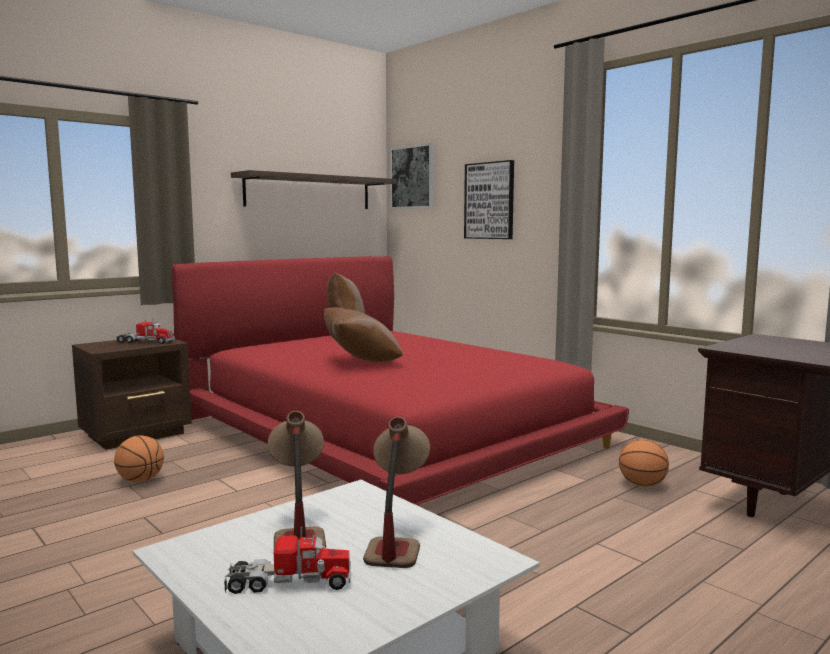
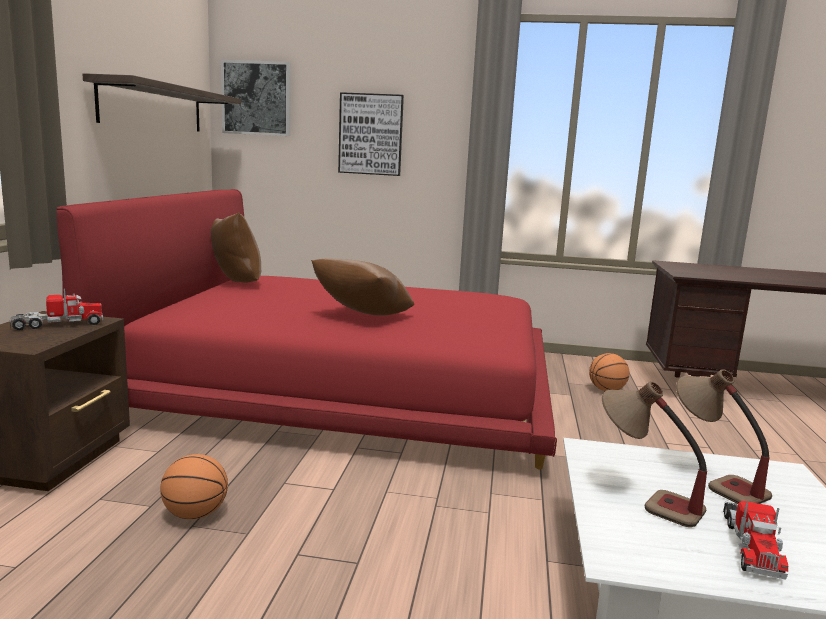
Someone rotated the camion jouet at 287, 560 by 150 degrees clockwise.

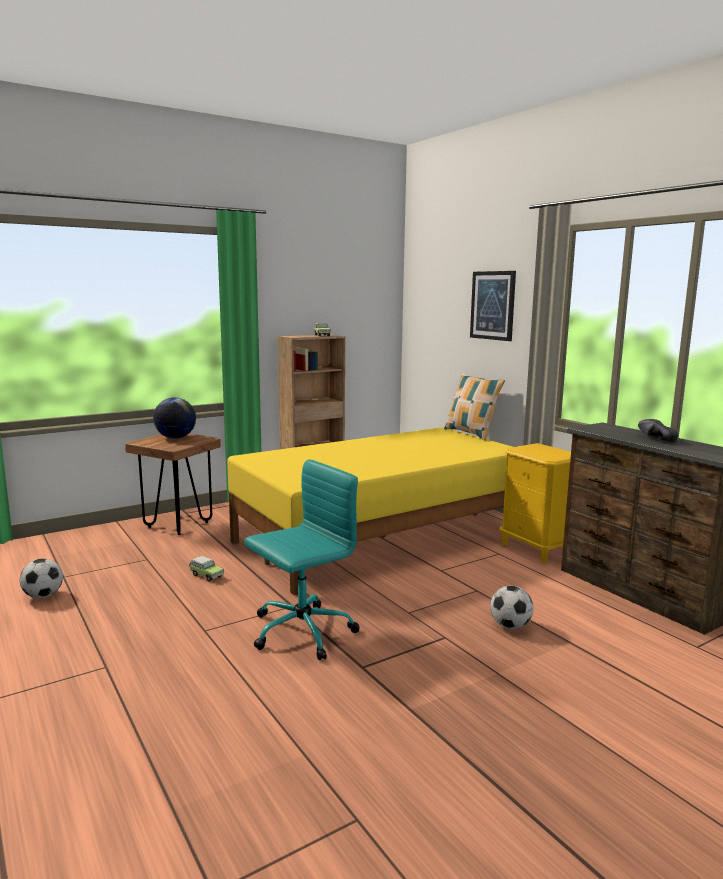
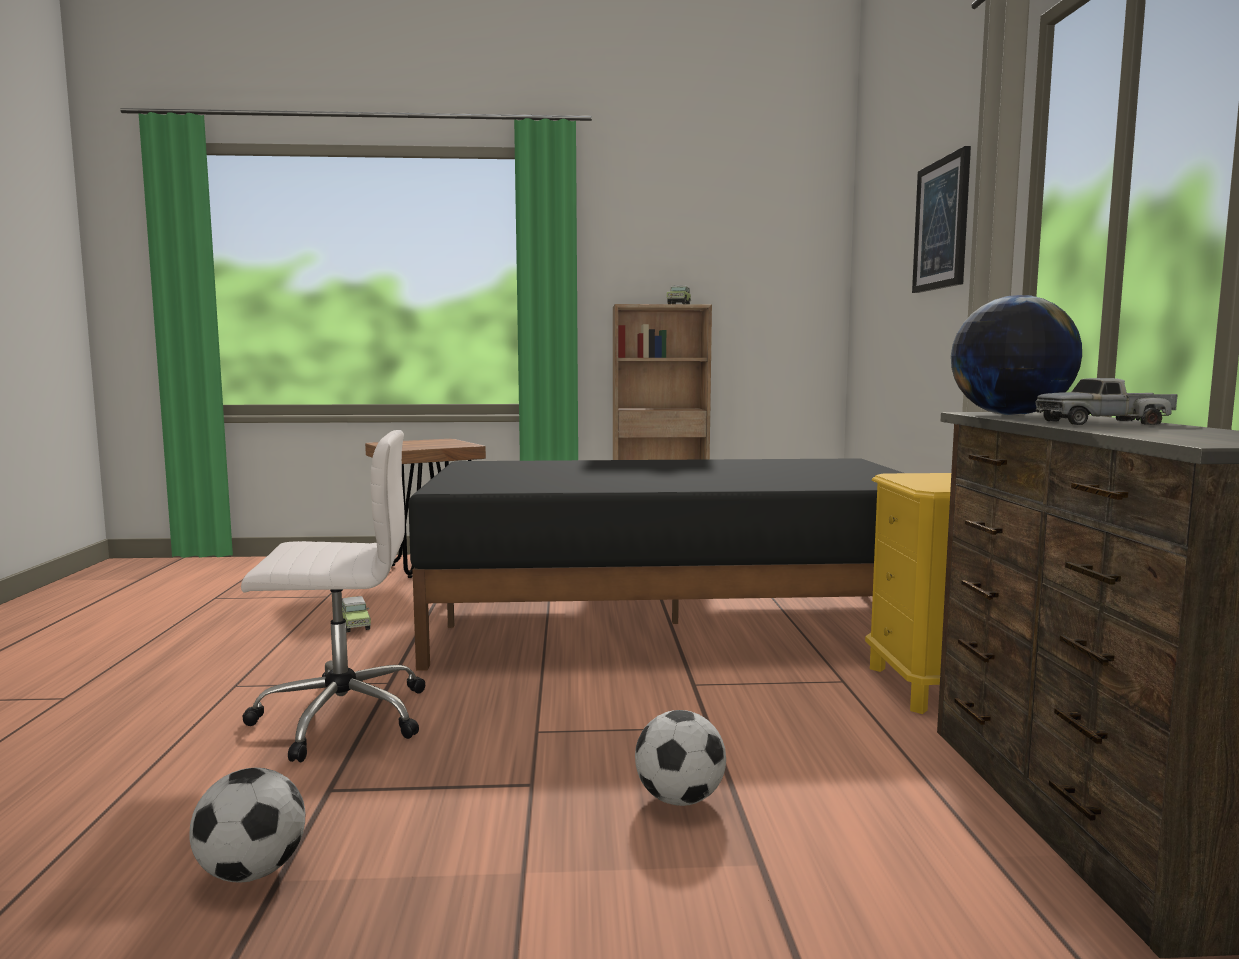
Someone took away the coussin at 474, 406. Someone carried the ballon de foot from 41, 578 to 247, 825. Someone carried the globe from 174, 418 to 1016, 355. Someone swapped the chaussure (noir) at 658, 430 for the camion jouet at 1106, 401. Someone repainted the lit (jaune) at 369, 511, which became the lit (noir) at 655, 564. Someone repainted the chaise de bureau (turquoise) at 301, 559, which became the chaise de bureau (blanc) at 333, 596.

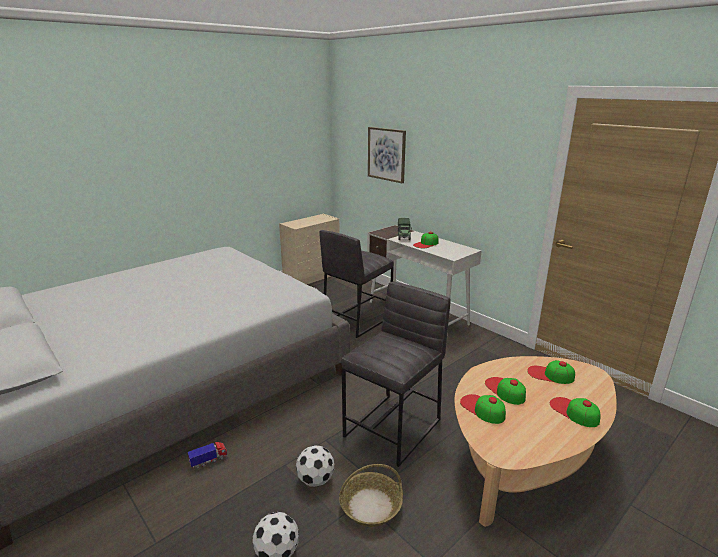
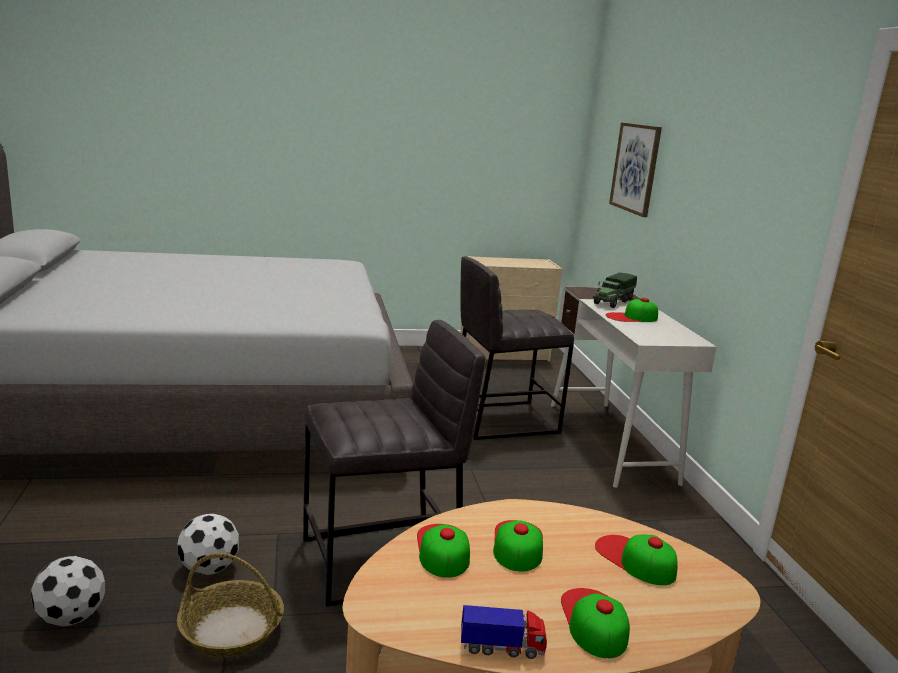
Someone carried the camion jouet from 207, 455 to 504, 632.

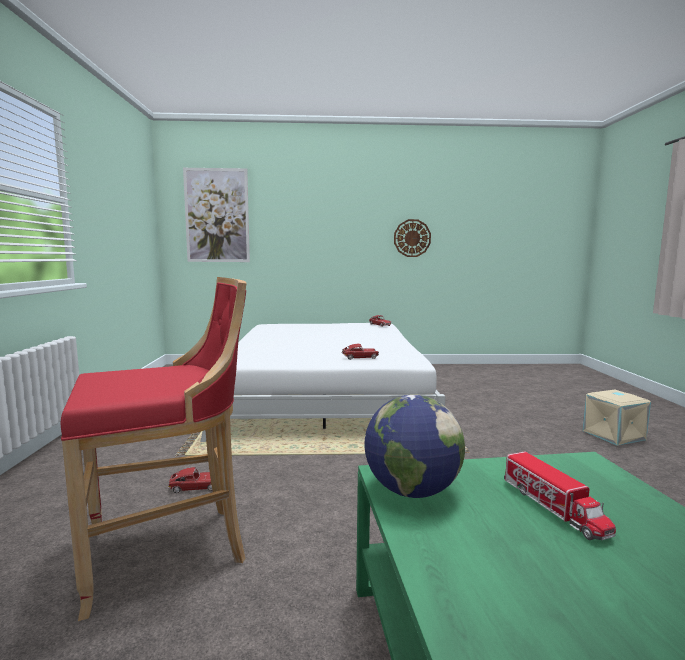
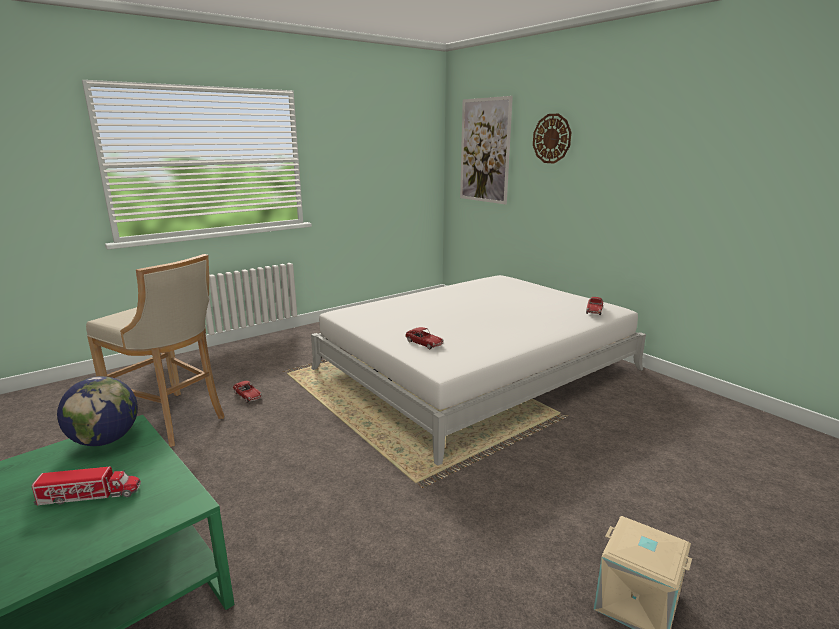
Someone carried the horloge murale from 412, 238 to 552, 138. Someone repainted the tabouret (rouge) at 154, 449, which became the tabouret (beige) at 155, 350. Someone rotated the camion jouet at 560, 496 by 135 degrees counterclockwise.

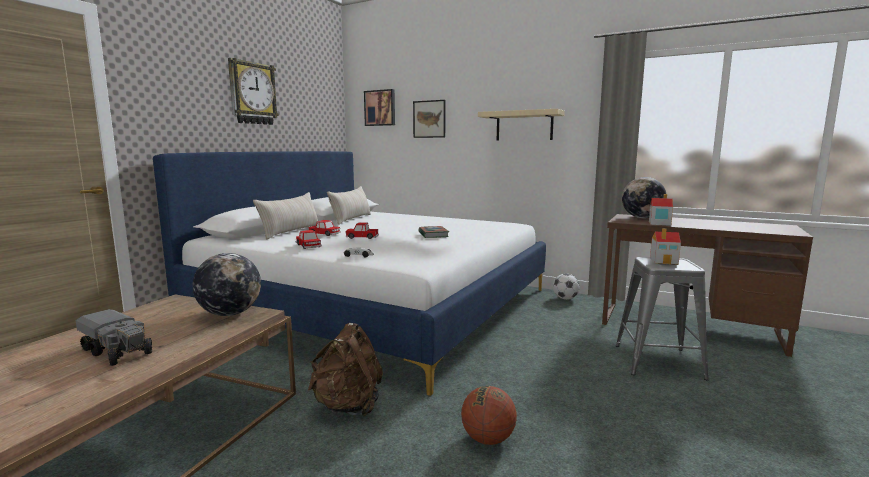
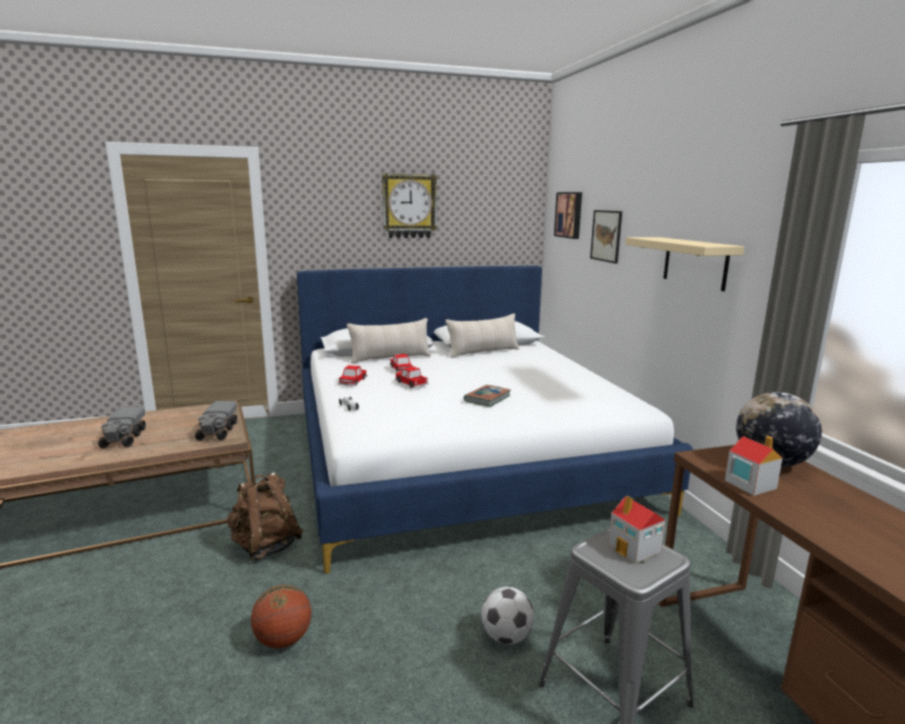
Someone carried the ballon de foot from 566, 286 to 507, 615. Someone swapped the globe at 227, 284 for the camion jouet at 216, 421.

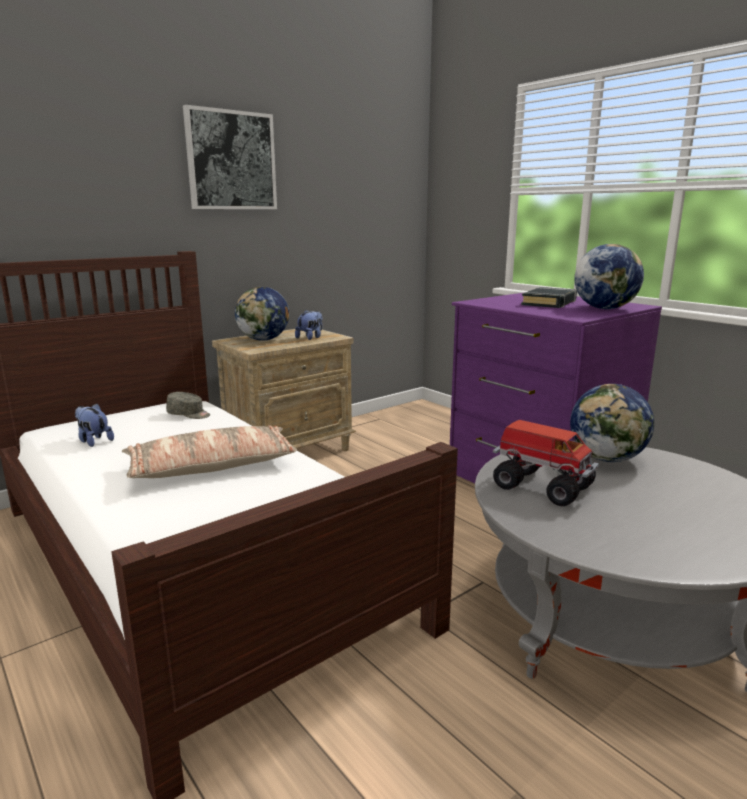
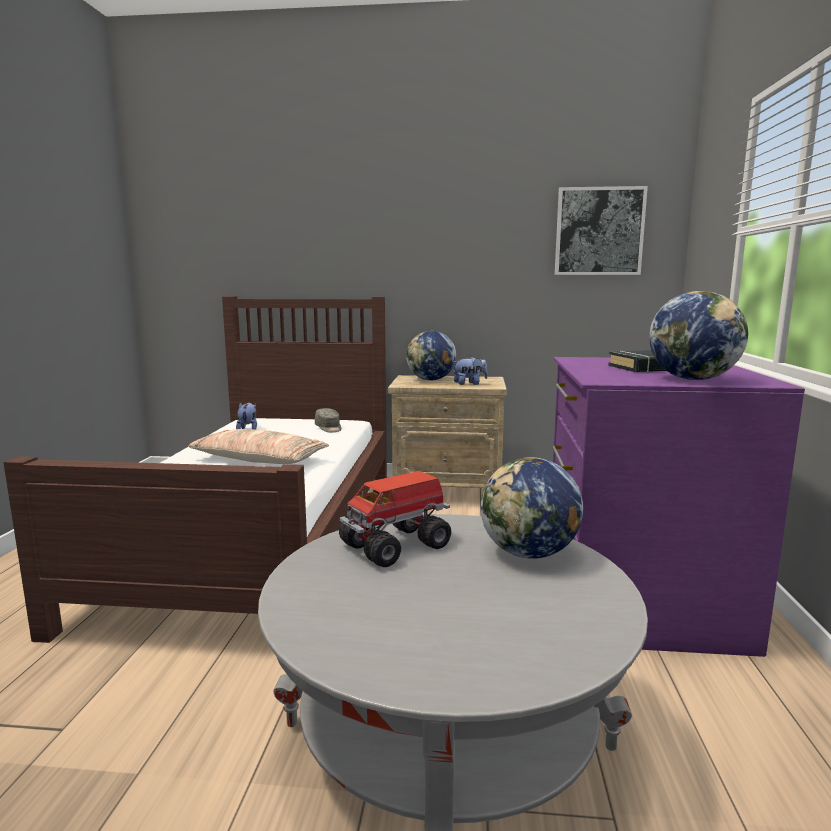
Someone carried the tableau from 230, 157 to 601, 230. Someone rotated the camion jouet at 546, 463 by 60 degrees clockwise.

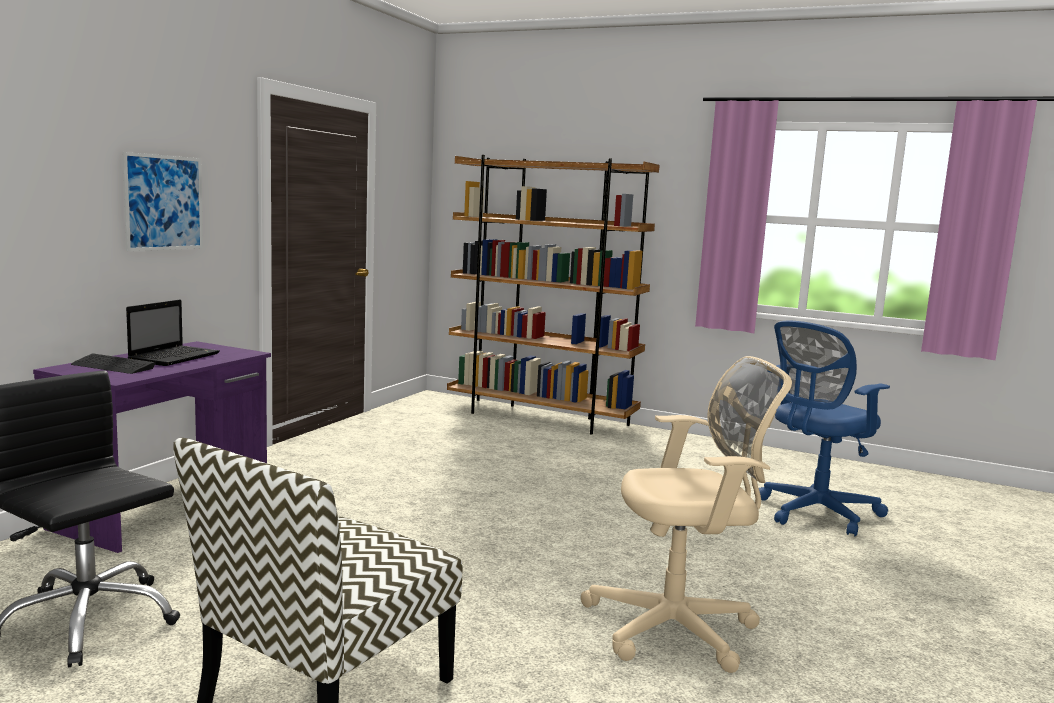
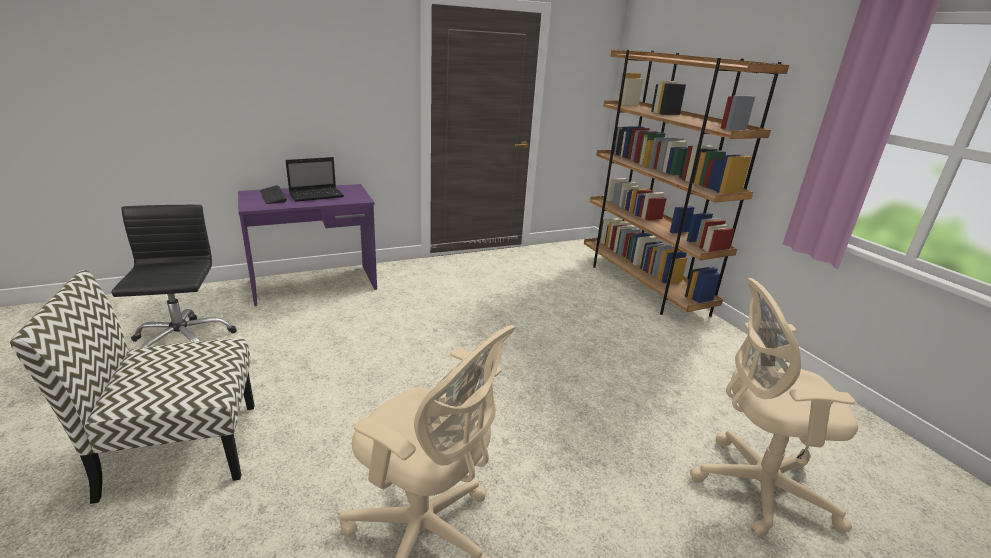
Someone took away the tableau at 162, 201. Someone repainted the chaise de bureau (bleu) at 824, 429, which became the chaise de bureau (beige) at 774, 408.

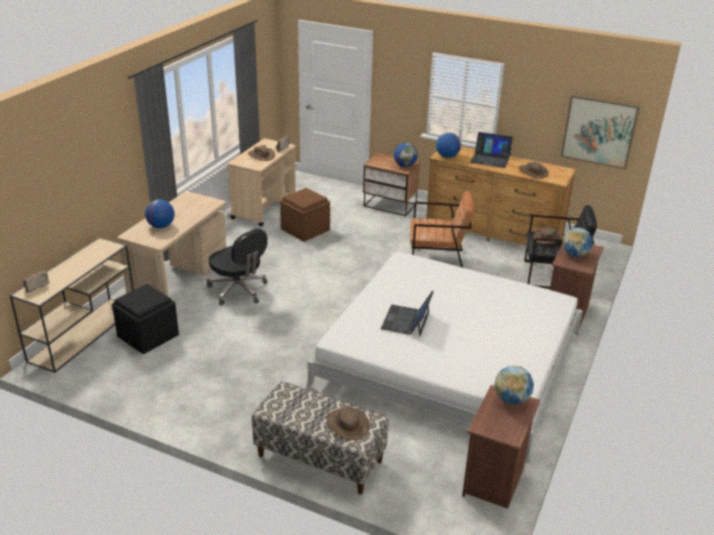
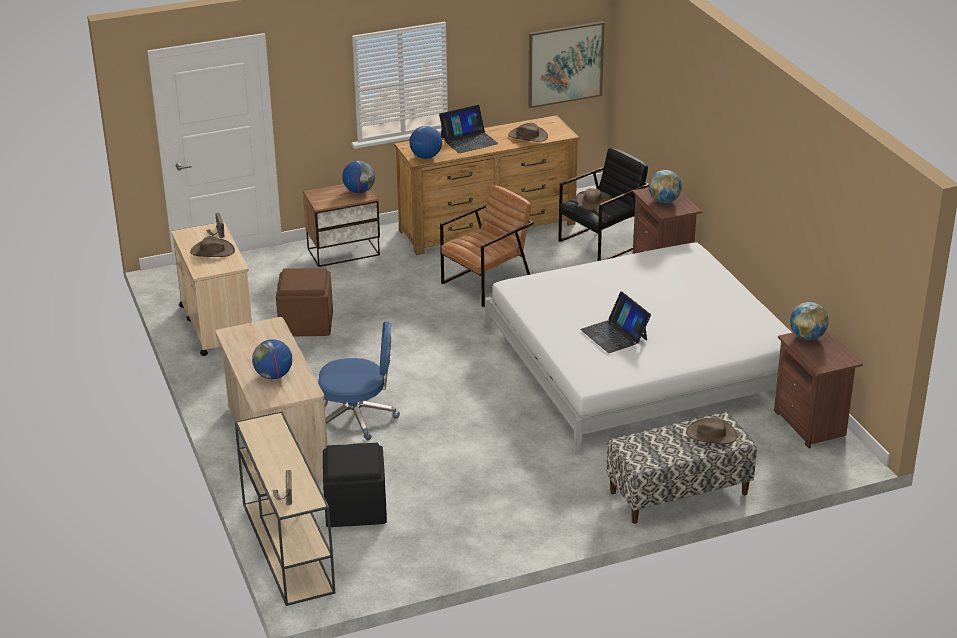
Someone repainted the chaise de bureau (noir) at 237, 267, which became the chaise de bureau (bleu) at 359, 380.

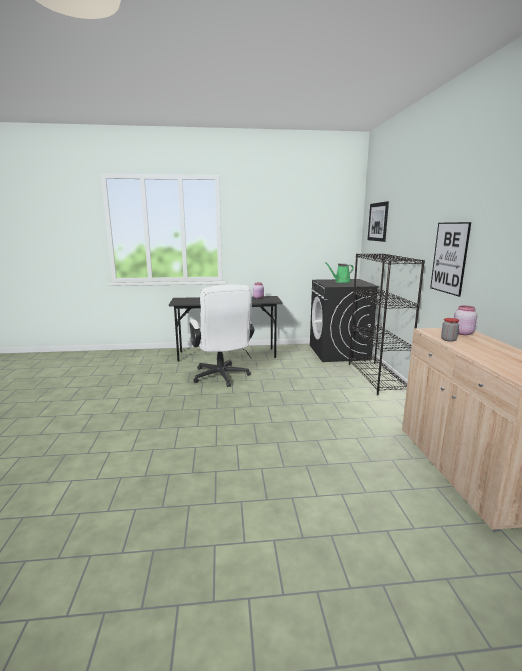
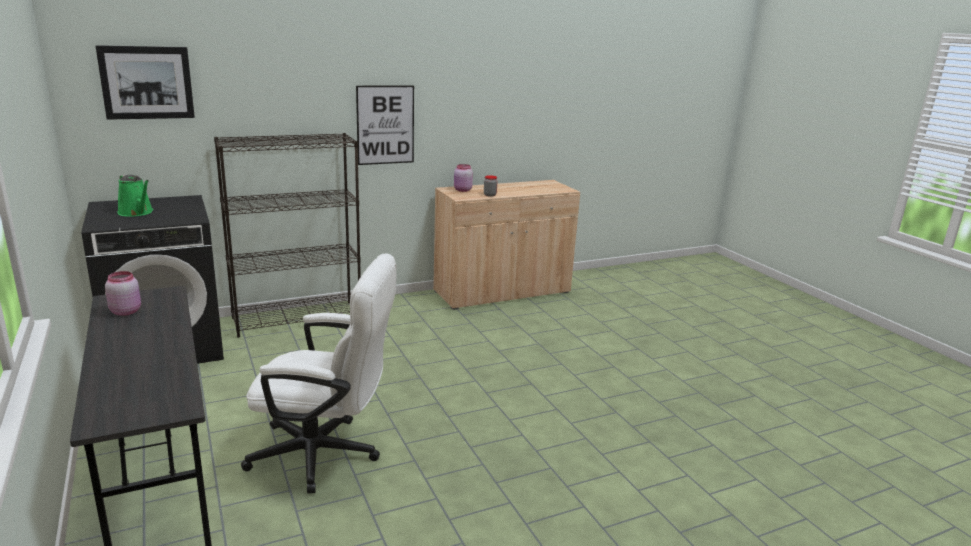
Someone rotated the chaise de bureau (blanc) at 222, 336 by 45 degrees clockwise.

